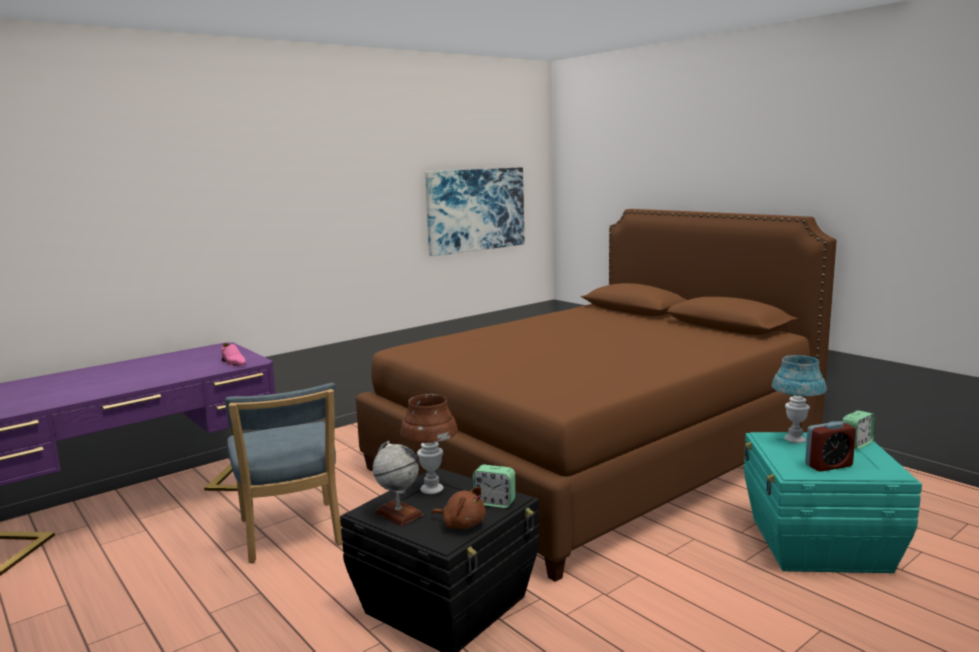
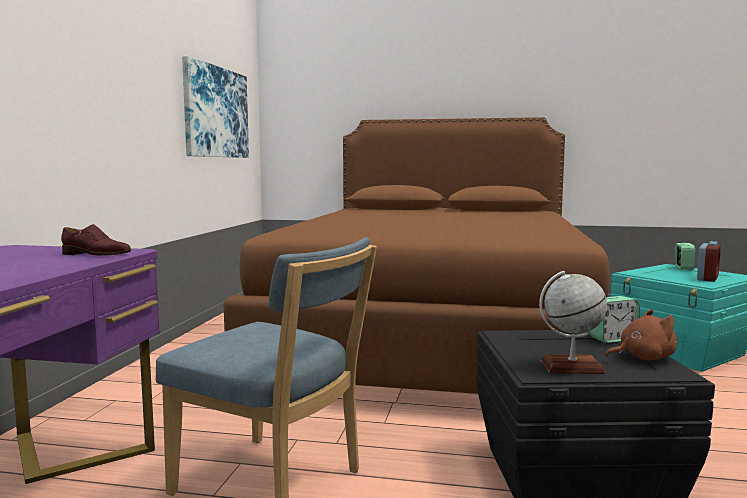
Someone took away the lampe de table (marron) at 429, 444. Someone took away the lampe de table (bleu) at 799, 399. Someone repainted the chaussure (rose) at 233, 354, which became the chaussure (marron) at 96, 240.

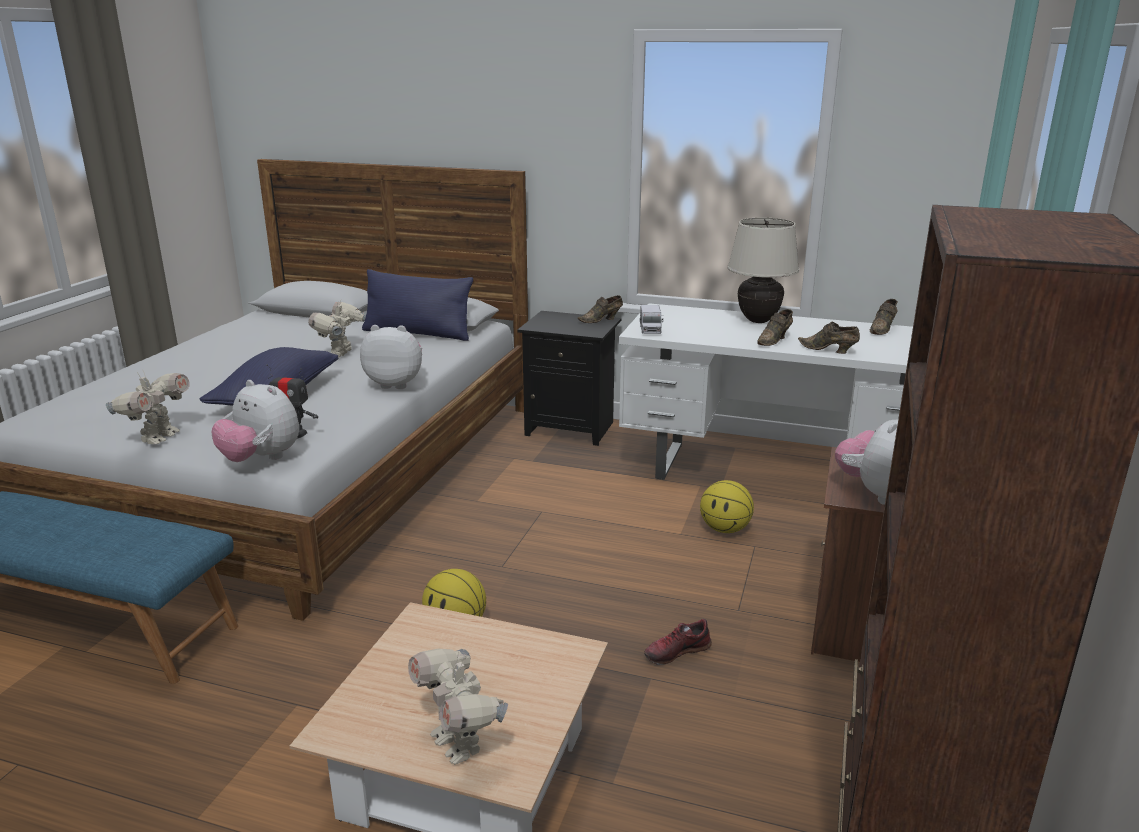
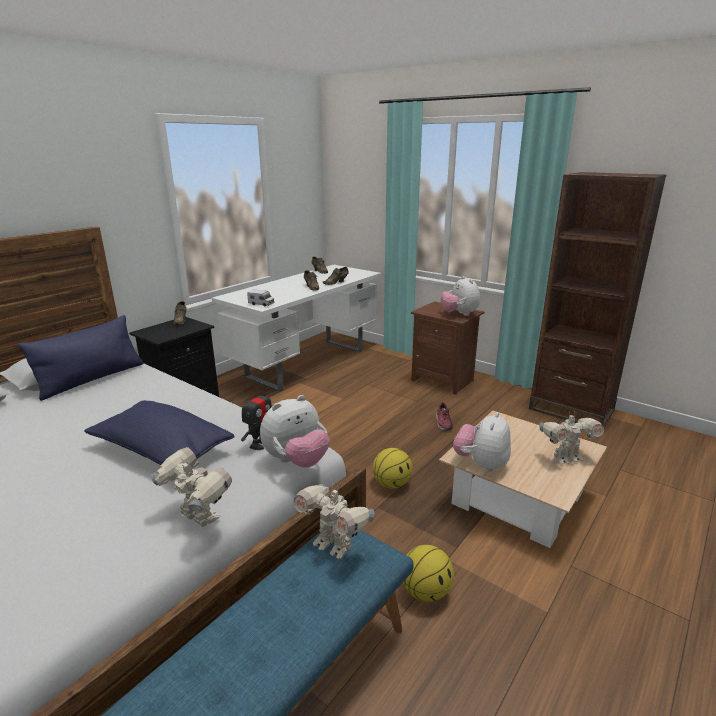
Someone took away the lampe de table (beige) at 763, 270. Someone carried the robot jouet from 337, 329 to 333, 521. Someone carried the peluche from 391, 357 to 482, 442. Someone carried the ballon de basket from 727, 506 to 428, 573.

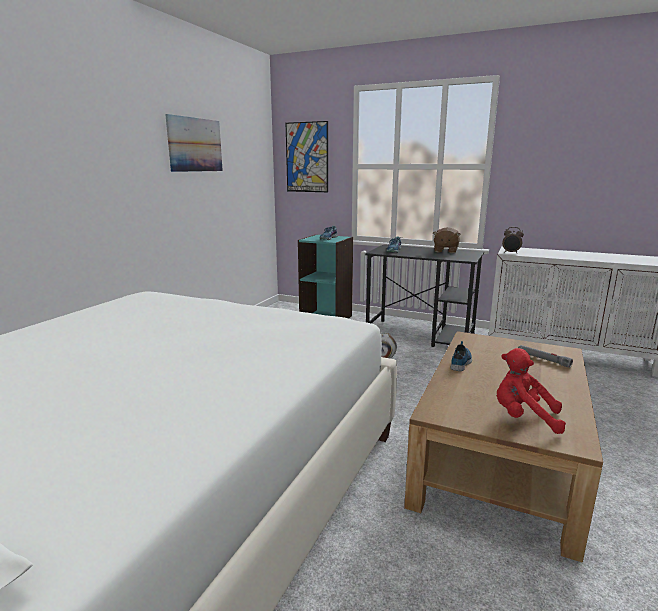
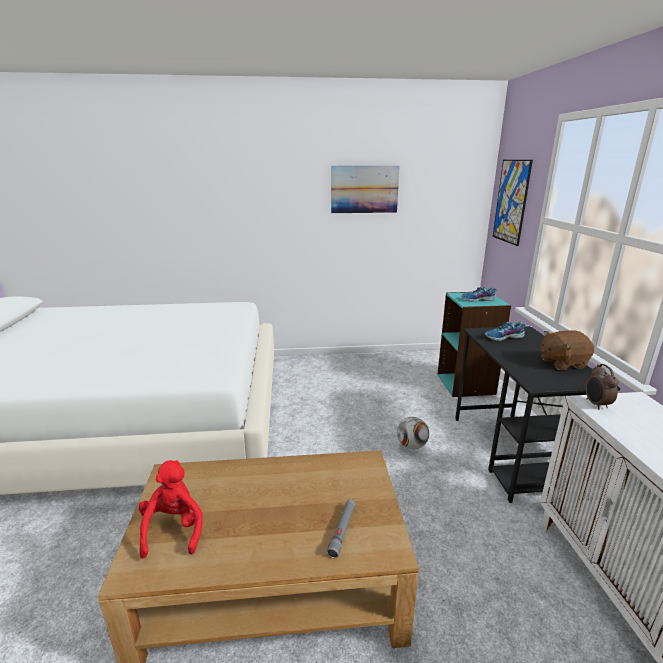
Someone took away the chaussure at 461, 356.

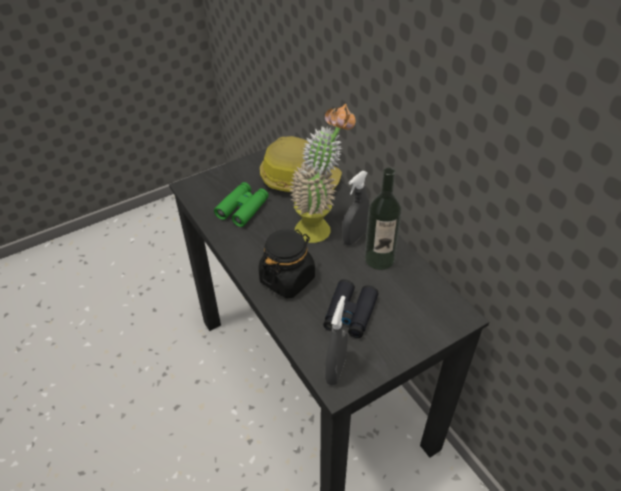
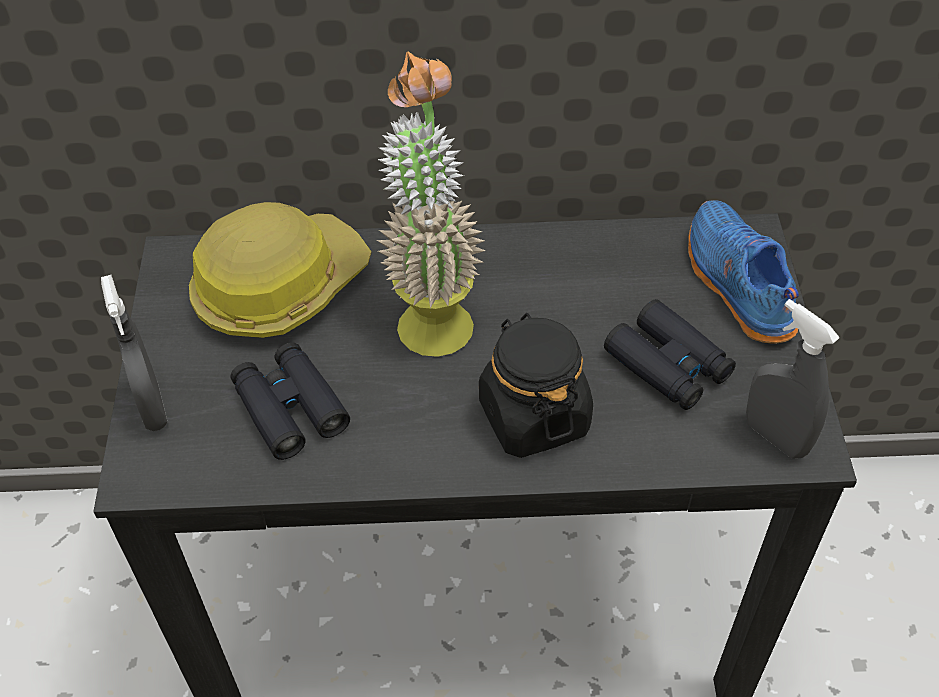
Someone took away the bouteille at 383, 219. Someone put down the chaussure (bleu) at 743, 272. Someone carried the vaporisateur (gris) from 356, 208 to 134, 353. Someone repainted the jumelles (vert) at 241, 204, which became the jumelles (noir) at 290, 401.

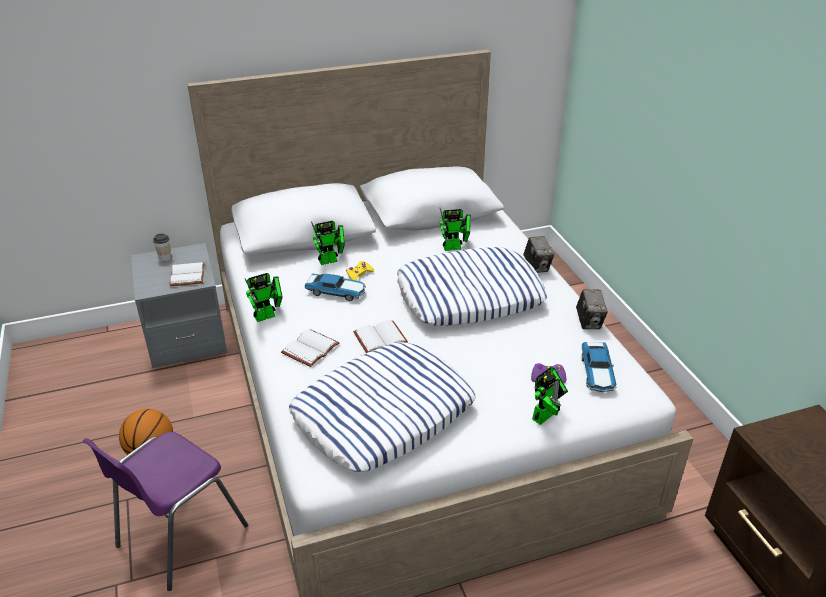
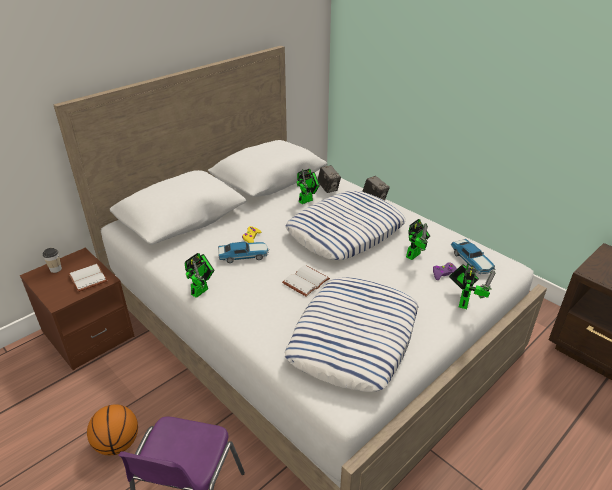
Someone took away the livre (blanc) at 310, 348. Someone carried the robot jouet from 328, 243 to 418, 239. Someone carried the appareil photo from 592, 309 to 329, 179. Someone repainted the table de chevet (gris) at 179, 305, which became the table de chevet (marron) at 77, 309.

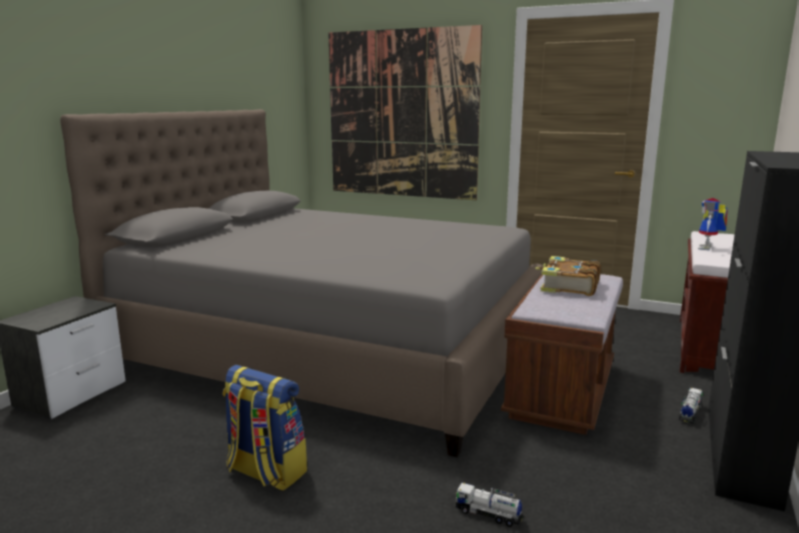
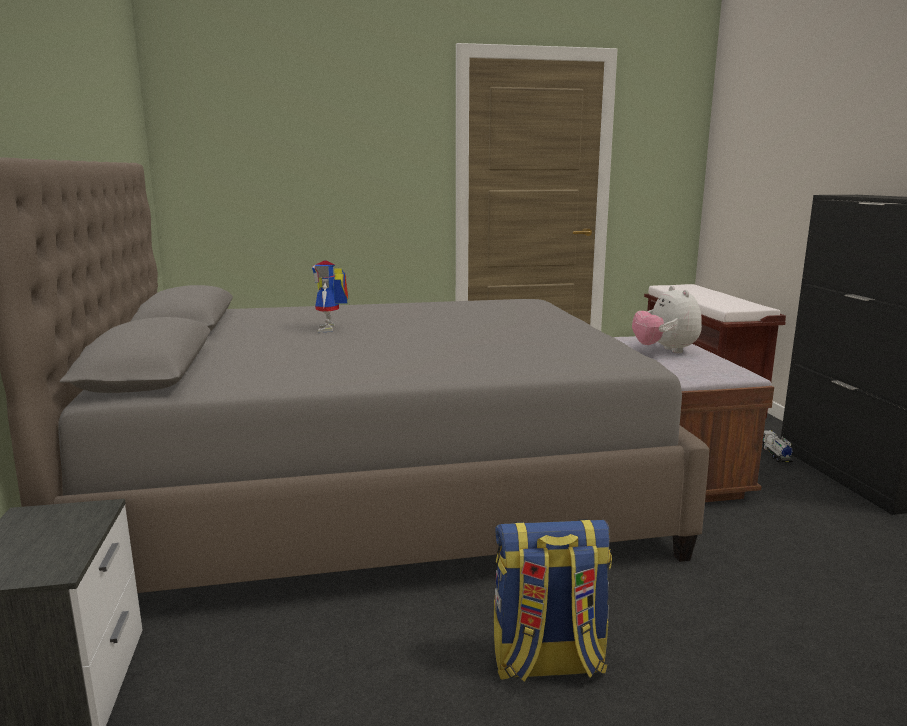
Someone took away the tableau at 405, 112. Someone took away the camion jouet at 490, 505. Someone carried the robot jouet from 713, 224 to 330, 296. Someone swapped the livre at 568, 276 for the peluche at 667, 319.

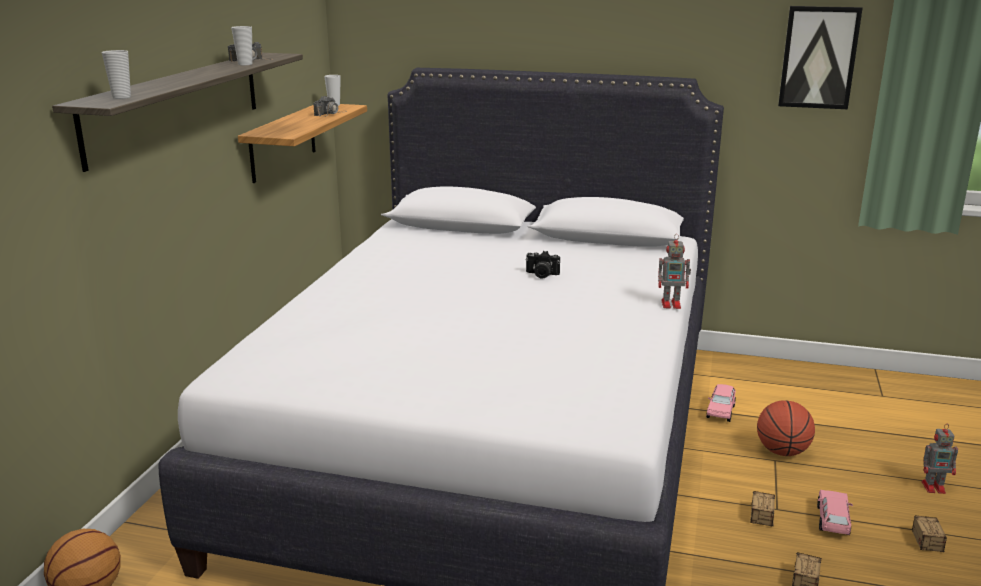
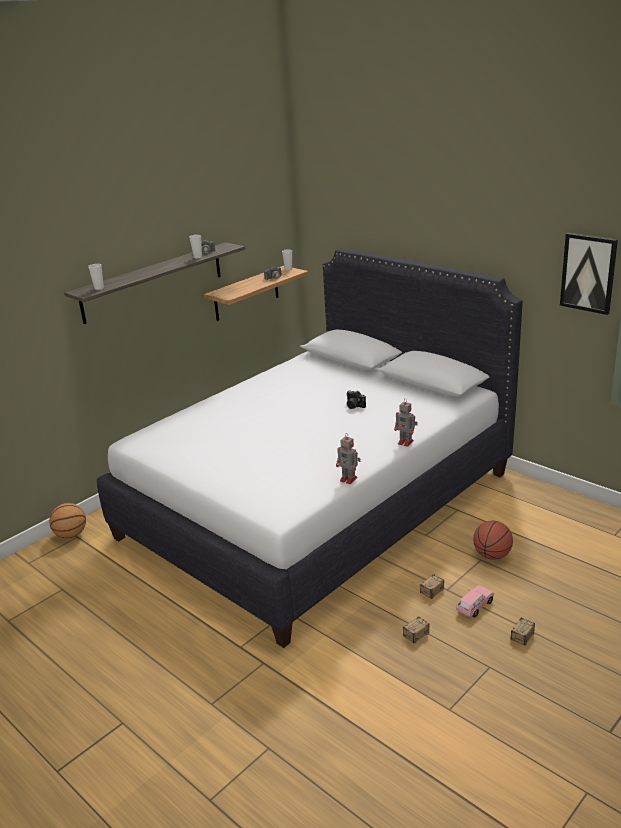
Someone took away the petite voiture (rose) at 721, 403. Someone carried the robot jouet from 940, 459 to 348, 459.

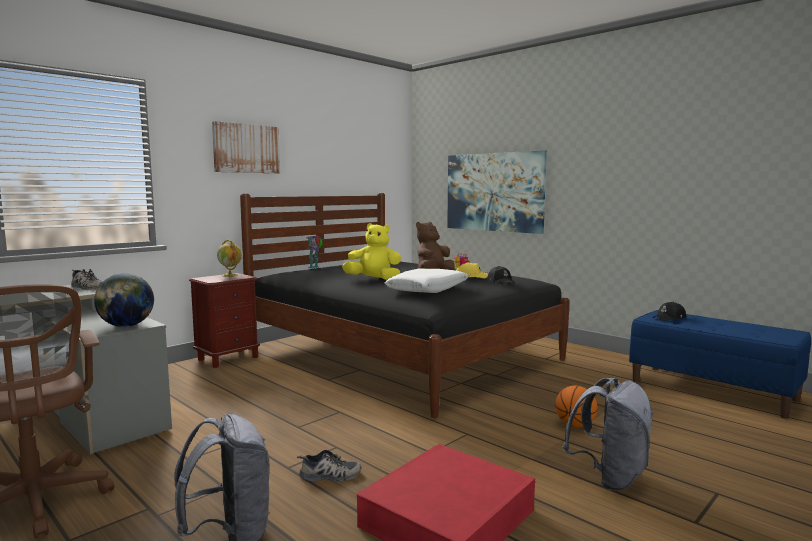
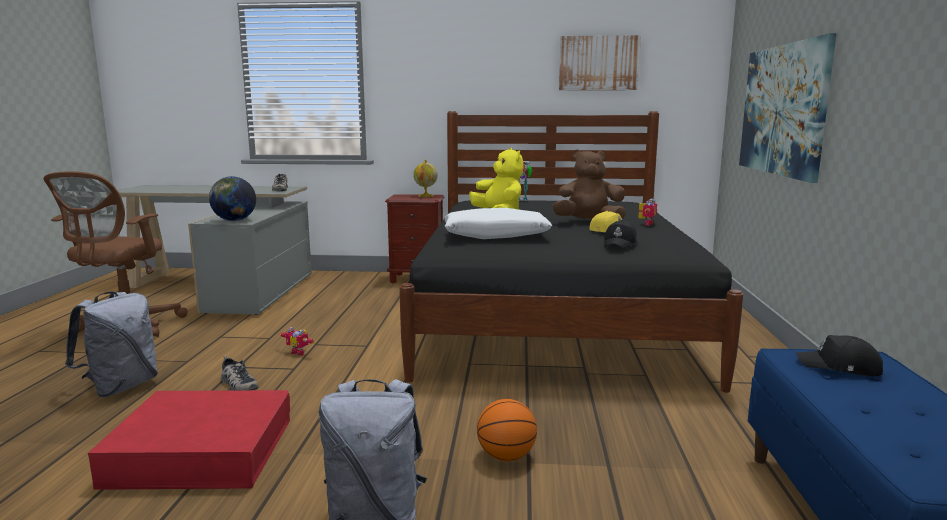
Someone put down the robot jouet at 297, 341. Someone carried the tableau from 246, 147 to 600, 62.

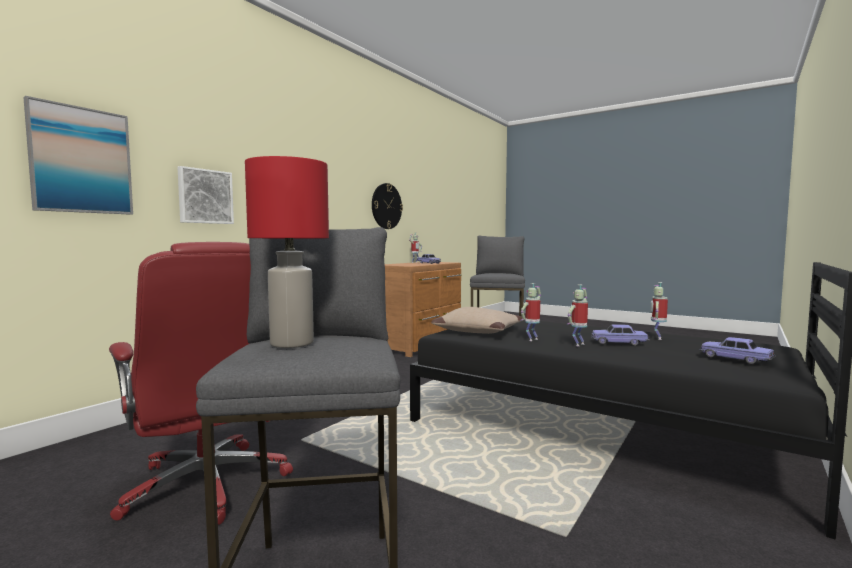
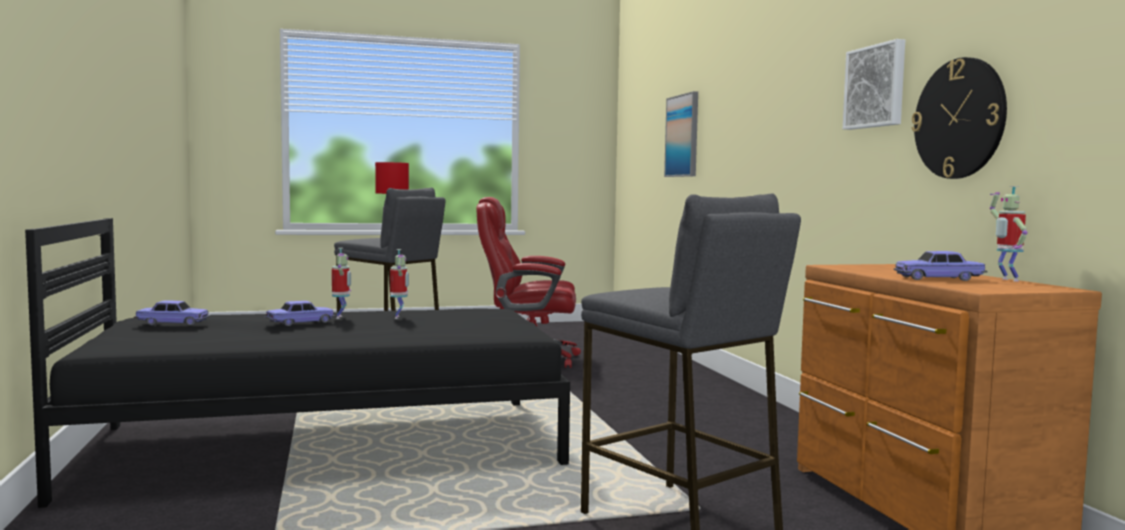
Someone took away the coussin (beige) at 477, 320. Someone took away the robot jouet at 659, 311. Someone carried the tableau from 205, 195 to 874, 84.

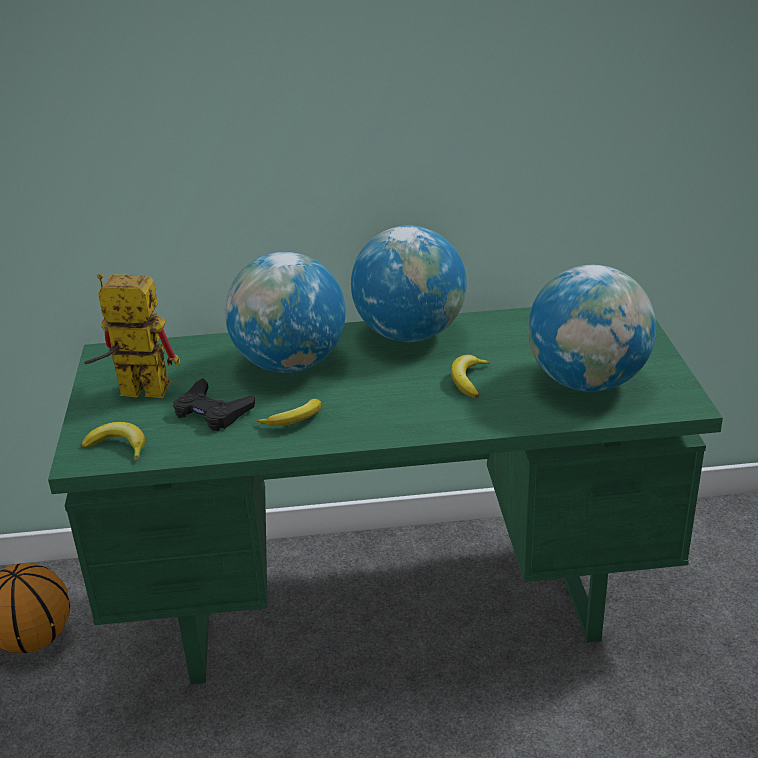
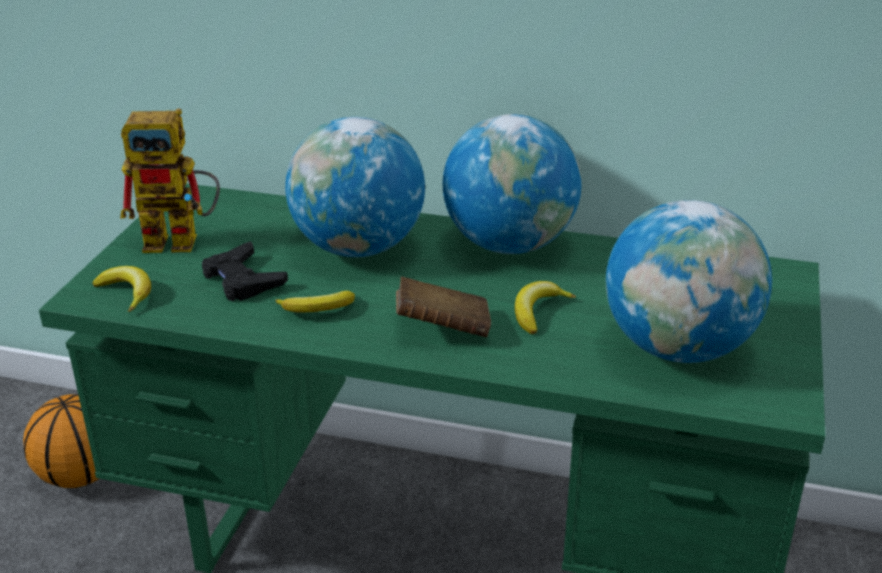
Someone put down the livre (marron) at 443, 306. Someone rotated the robot jouet at 132, 335 by 150 degrees clockwise.

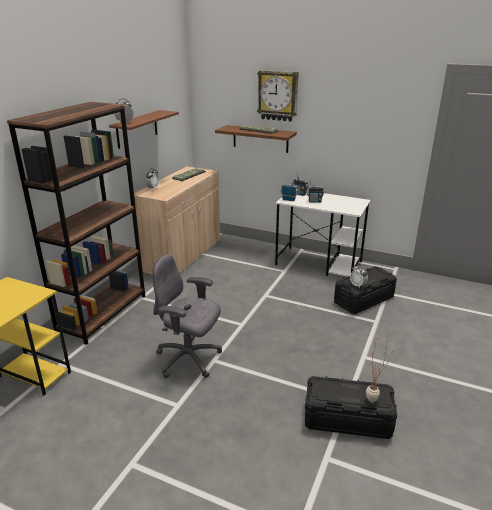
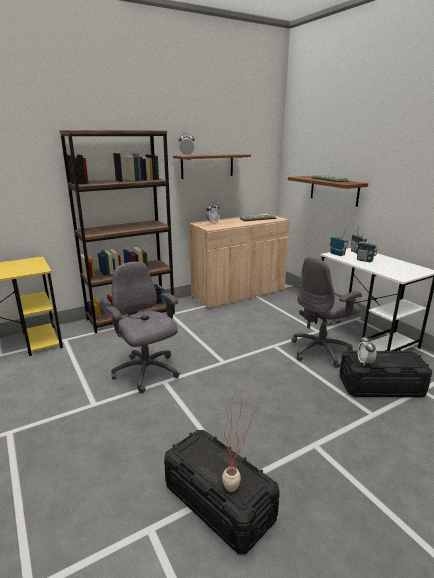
Someone took away the horloge murale at 278, 96. Someone put down the chaise de bureau (gris) at 326, 312.

